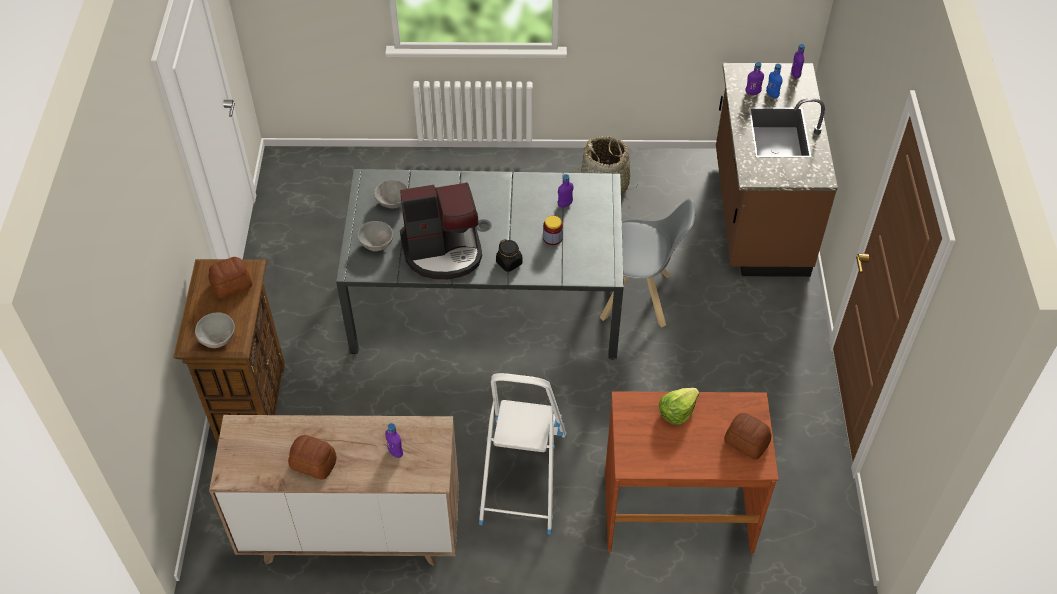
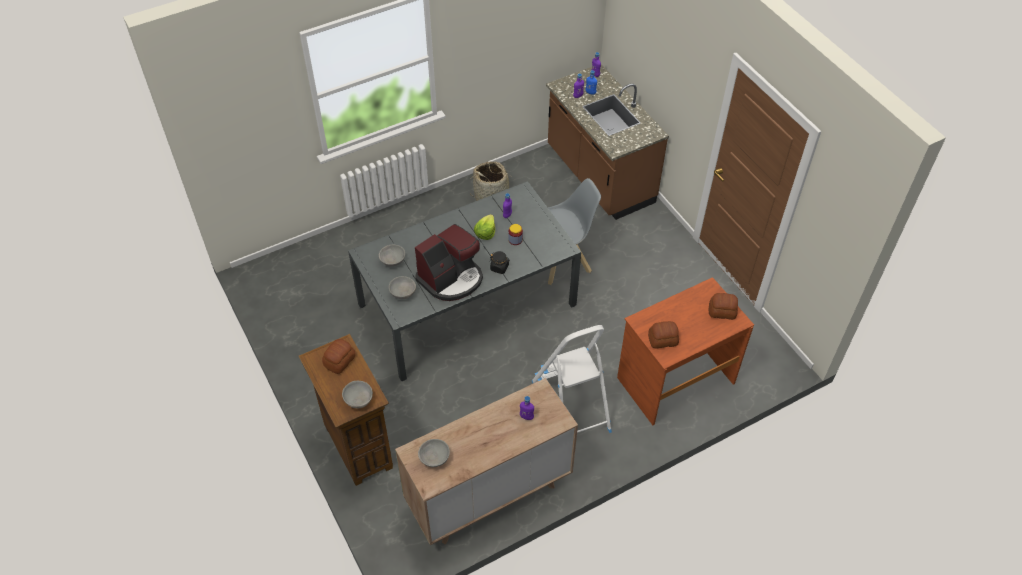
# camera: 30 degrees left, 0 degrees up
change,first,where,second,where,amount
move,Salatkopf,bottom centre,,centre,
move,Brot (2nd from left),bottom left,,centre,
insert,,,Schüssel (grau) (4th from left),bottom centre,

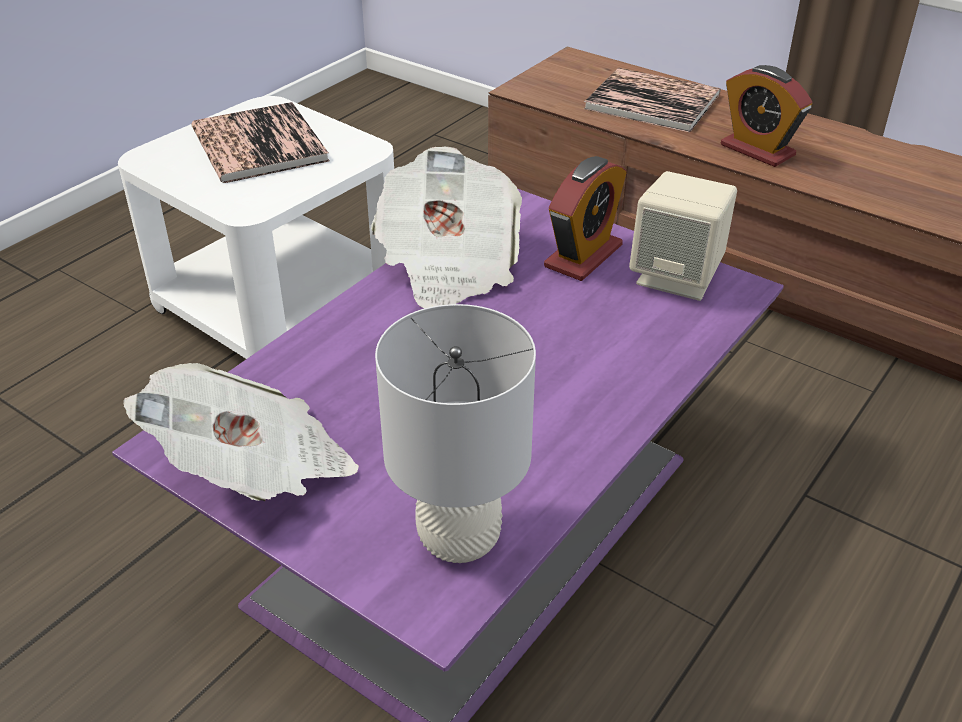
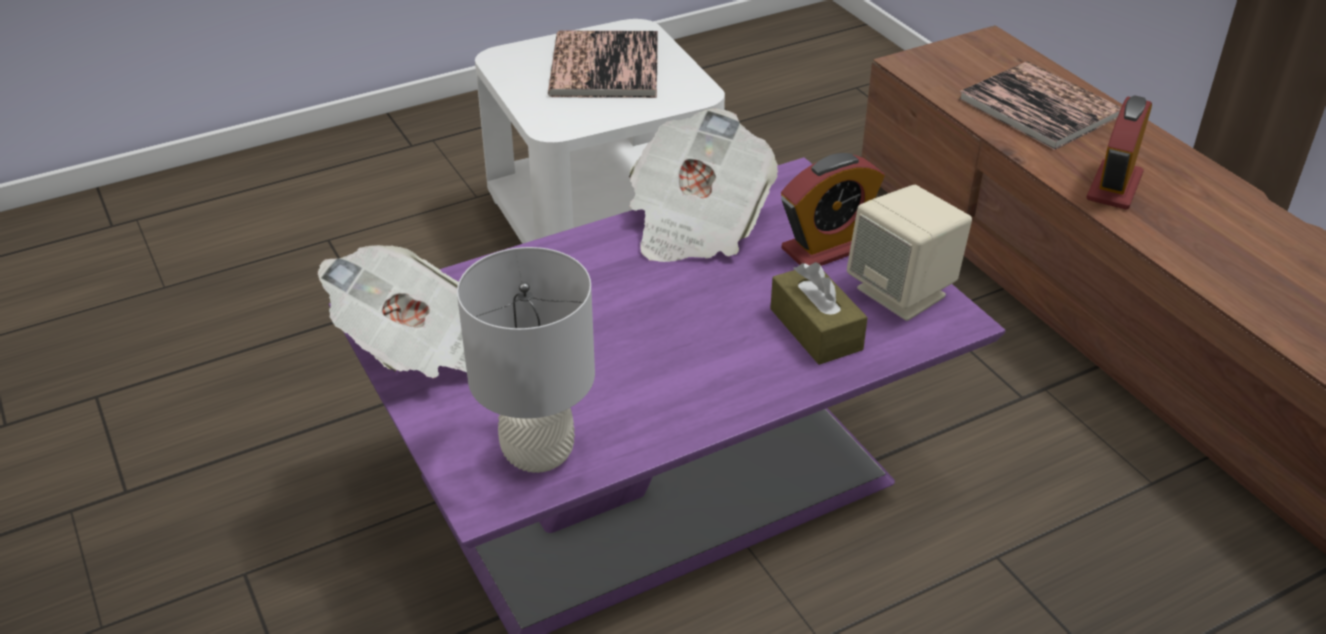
# camera: 25 degrees right, 0 degrees up
change,first,where,second,where,amount
rotate,Wecker (2nd from left),top right,,top right,45 degrees clockwise
insert,,,Taschentuchbox (braun),centre,

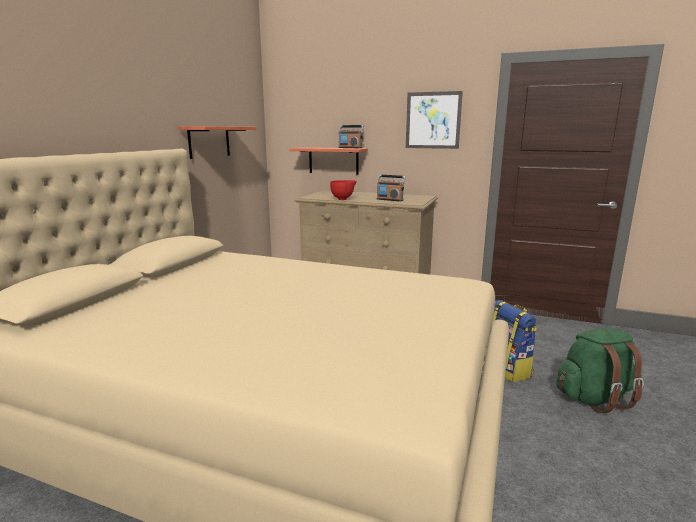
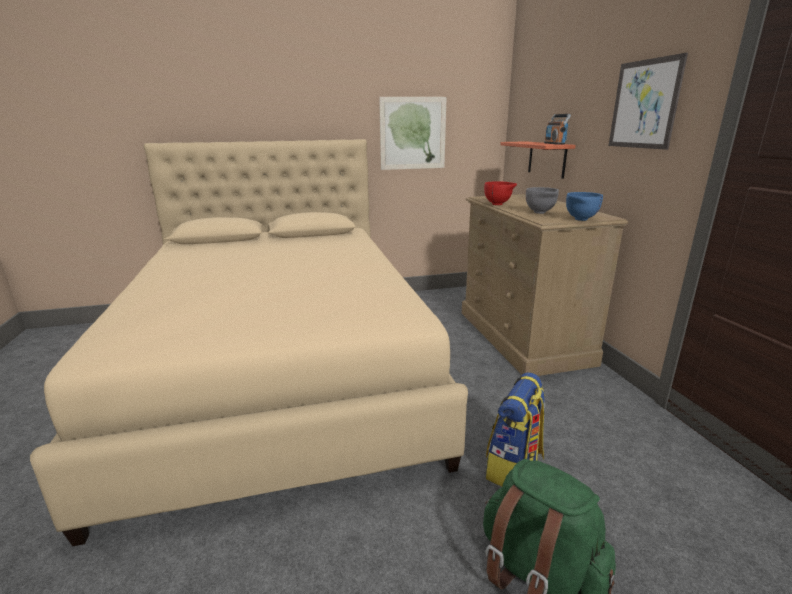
# camera: 55 degrees right, 5 degrees up
change,first,where,second,where,amount
replace,Wandregal (1st from left),top left,Bild (1st from left),top centre,
replace,Radio (2nd from left),centre,Schüssel (grau),middle right,
insert,,,Schüssel (blau),middle right,

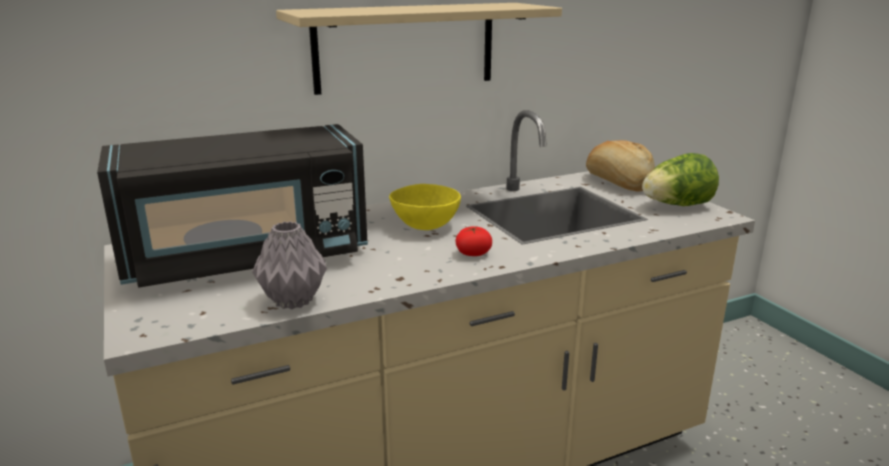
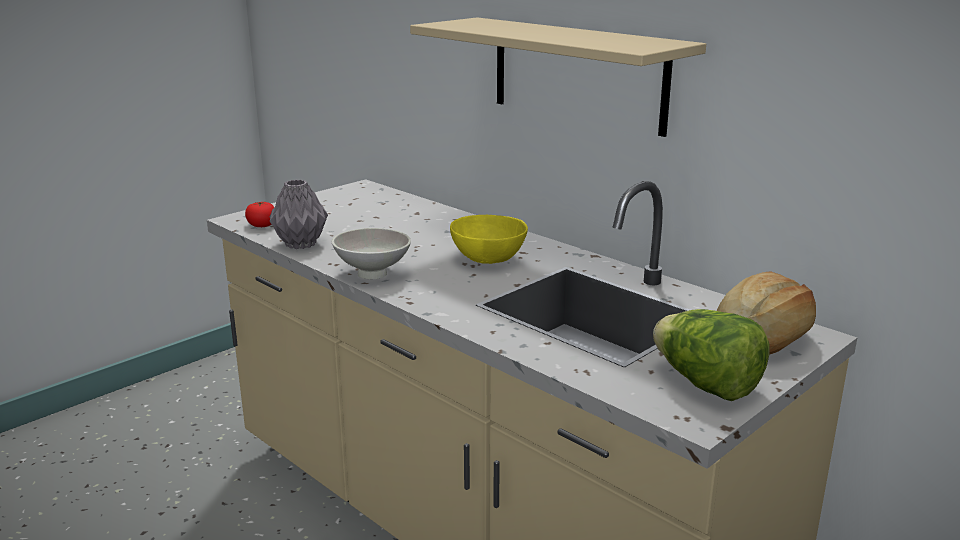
# camera: 70 degrees right, 0 degrees up
change,first,where,second,where,amount
delete,Mikrowelle (schwarz),middle left,,,
move,Tomate,centre,,middle left,
insert,,,Schüssel (weiß),centre,

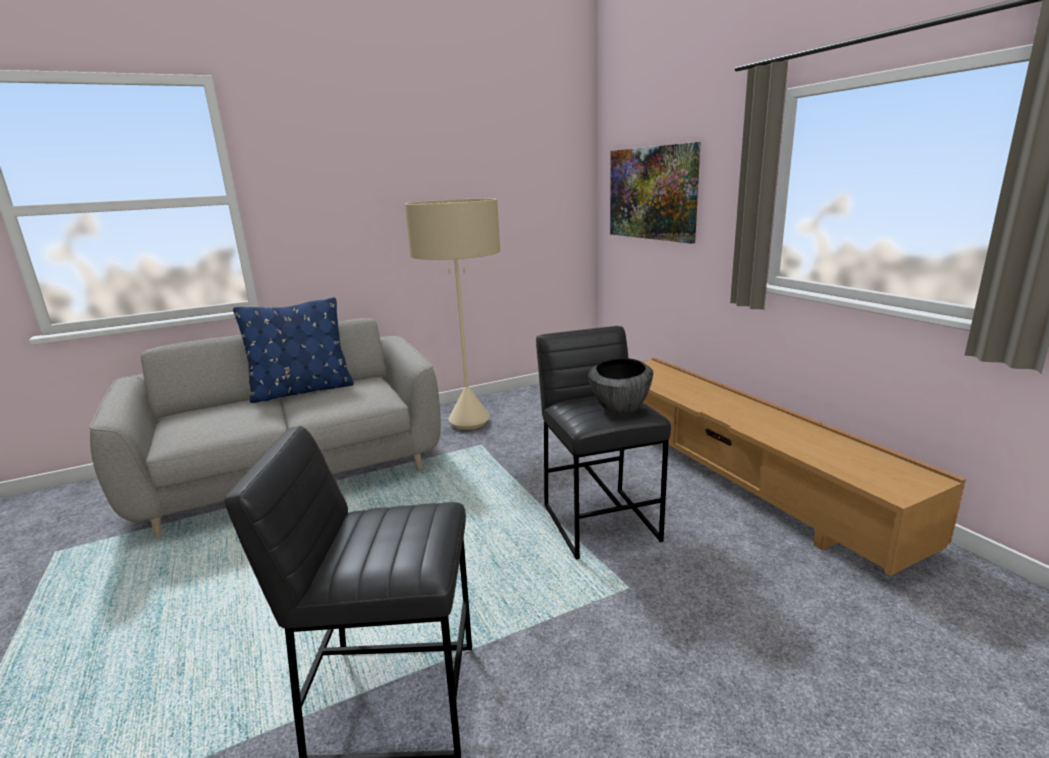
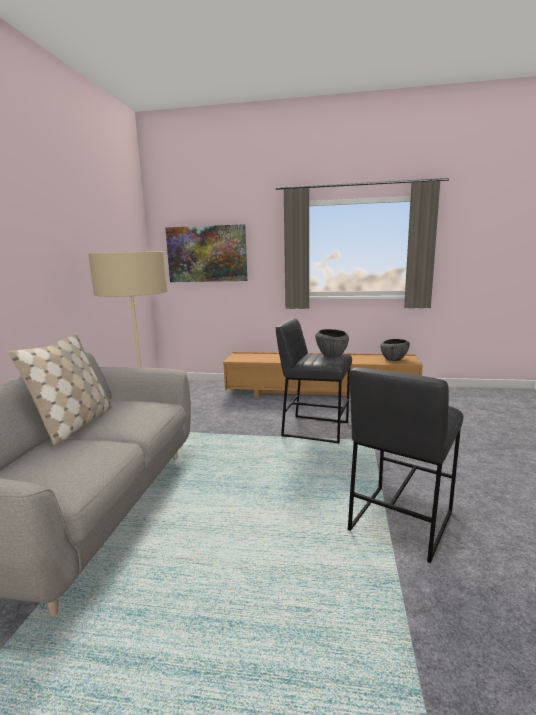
# camera: 55 degrees left, 5 degrees down
change,first,where,second,where,amount
recolor,Kissen (blau),middle left,Kissen (beige),middle left,
insert,,,Schüssel (2nd from left),middle right,

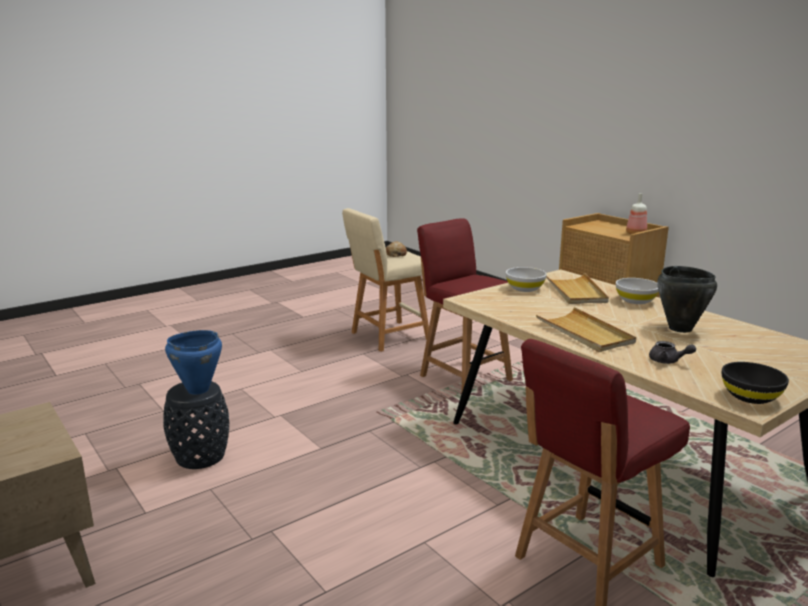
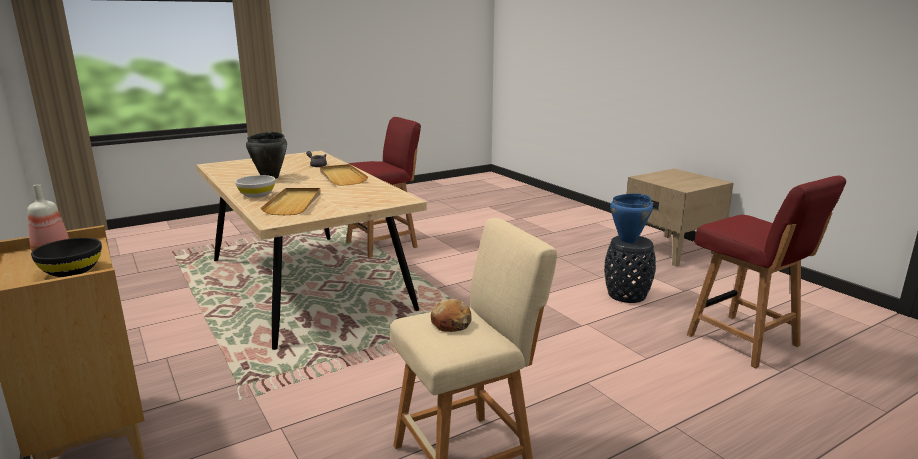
# camera: 175 degrees left, 0 degrees up
change,first,where,second,where,amount
move,Stuhl (rot) (1st from left in the first image),centre,Stuhl (rot) (2nd from left),middle right,
delete,Schüssel (weiß) (1st from left),centre,,,
move,Schüssel (schwarz),middle right,,middle left,

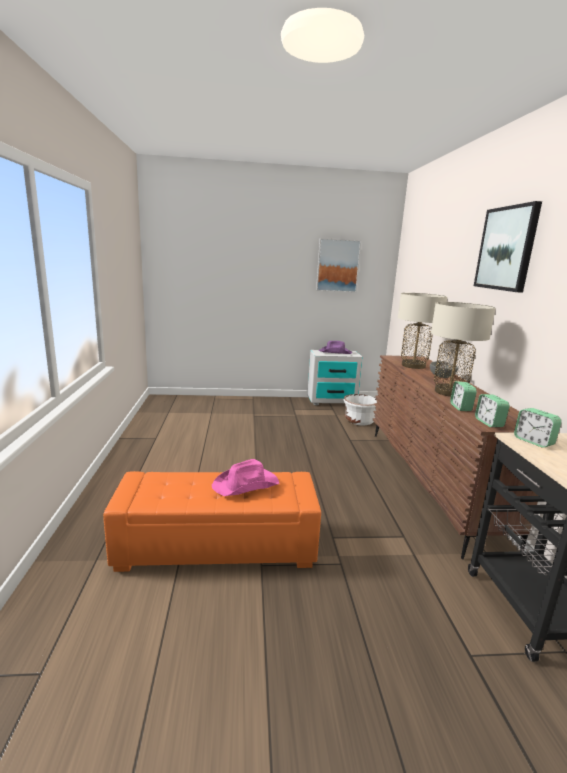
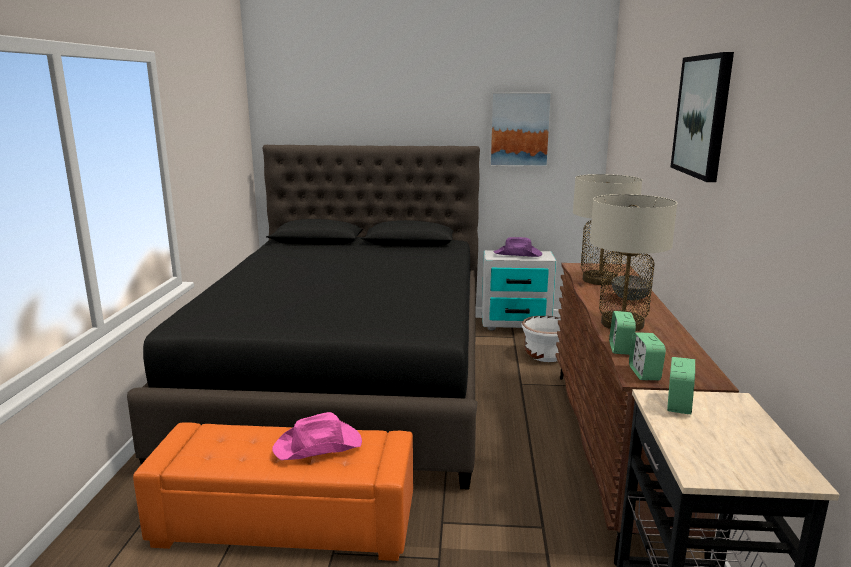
# camera: 10 degrees right, 0 degrees up
change,first,where,second,where,amount
rotate,Wecker (3rd from left),middle right,,bottom right,135 degrees counterclockwise
insert,,,Bett (schwarz),centre,

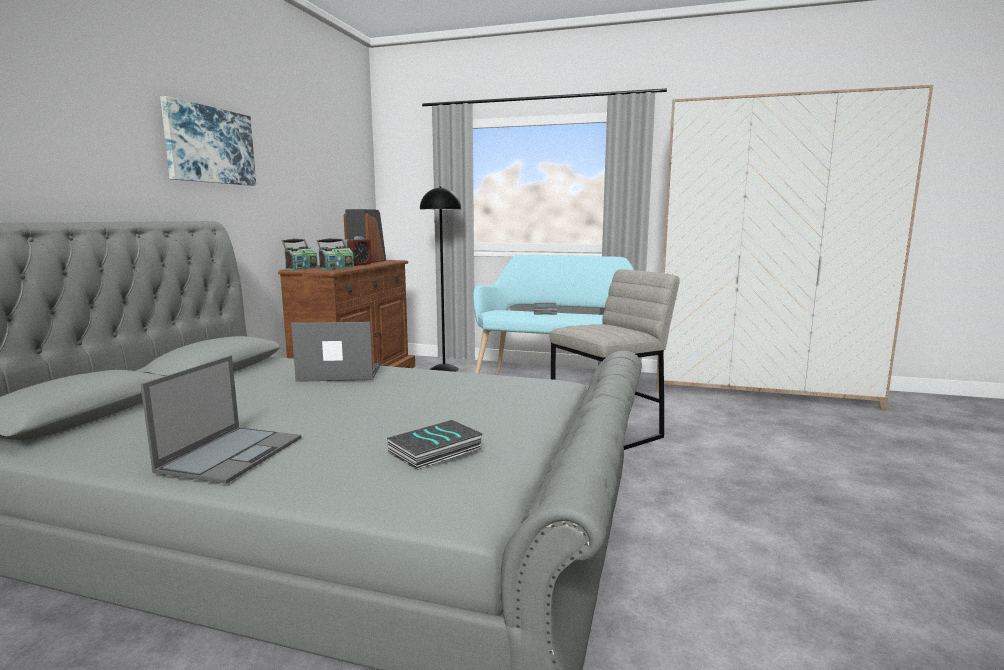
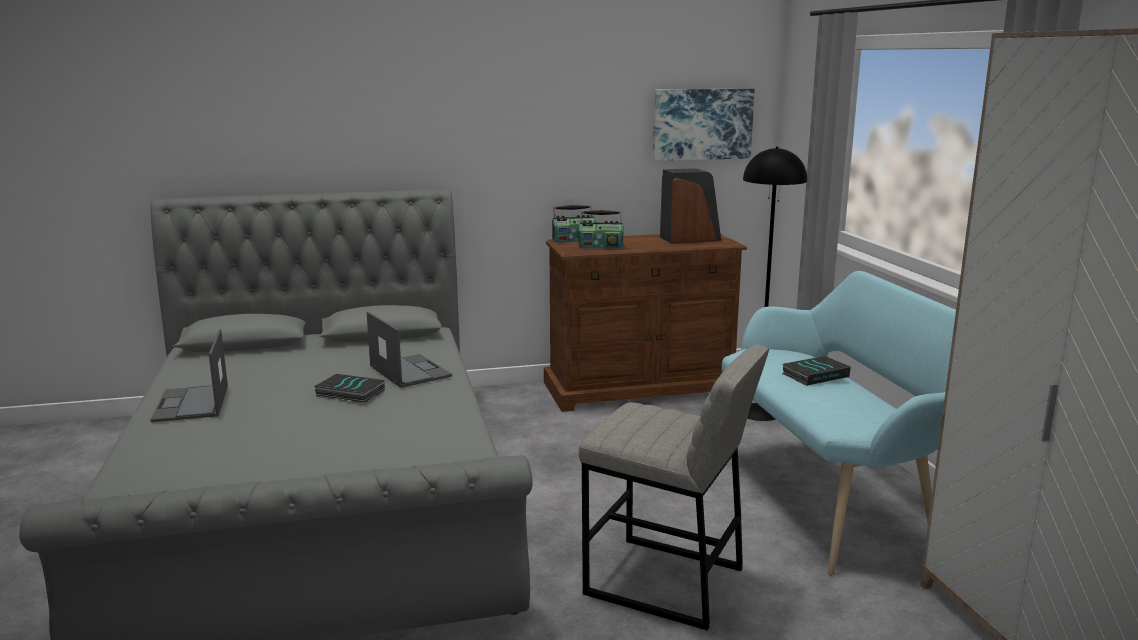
# camera: 60 degrees right, 5 degrees up
change,first,where,second,where,amount
move,Bild,top left,,top centre,
delete,Wecker,centre,,,
rotate,Laptop (1st from left),middle left,,middle left,90 degrees clockwise
move,Buch (1st from left),centre,,middle left,

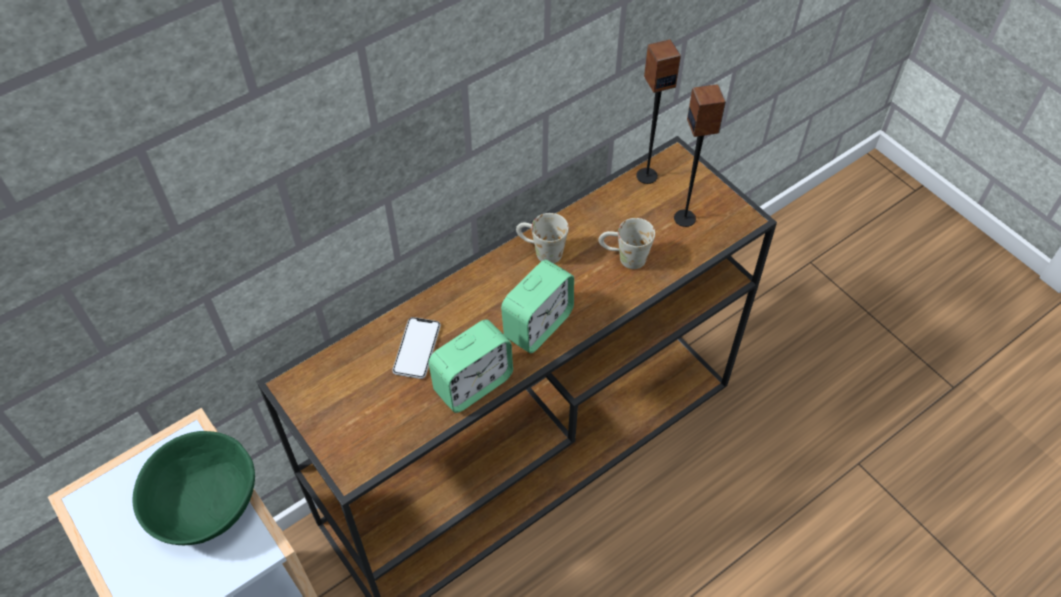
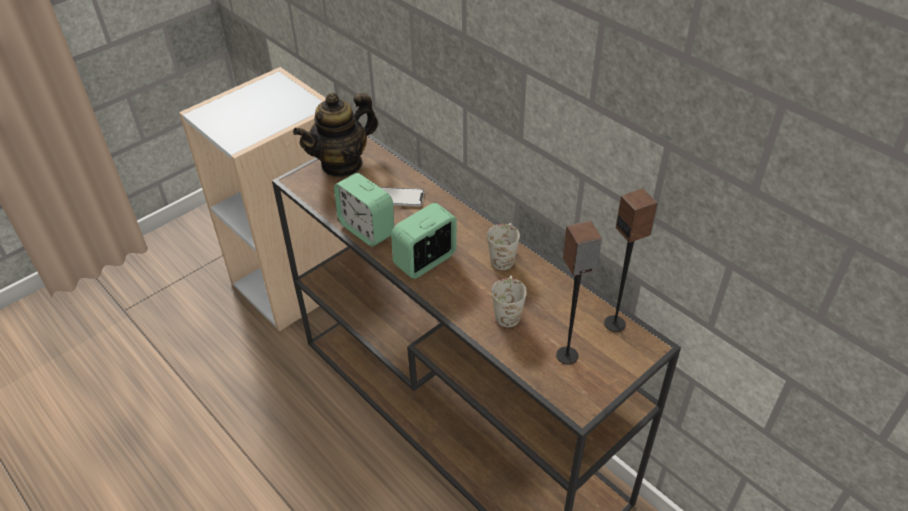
# camera: 85 degrees right, 10 degrees down
change,first,where,second,where,amount
rotate,Wecker (2nd from left),centre,,centre,105 degrees clockwise
delete,Schüssel (grün),bottom left,,,
insert,,,Teekanne,top centre,

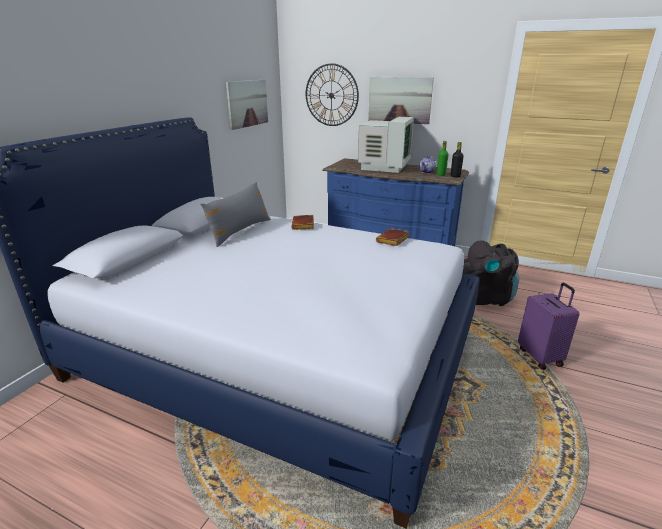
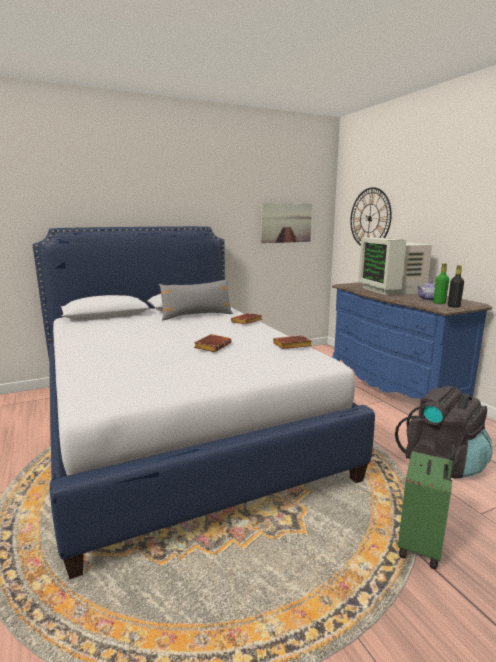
# camera: 40 degrees right, 10 degrees down
change,first,where,second,where,amount
delete,Bild (2nd from left),top centre,,,
rotate,Monitor,top centre,,middle right,105 degrees clockwise
recolor,Koffer (lila),middle right,Koffer (grün),bottom right,
insert,,,Buch (braun) (1st from left),centre,

